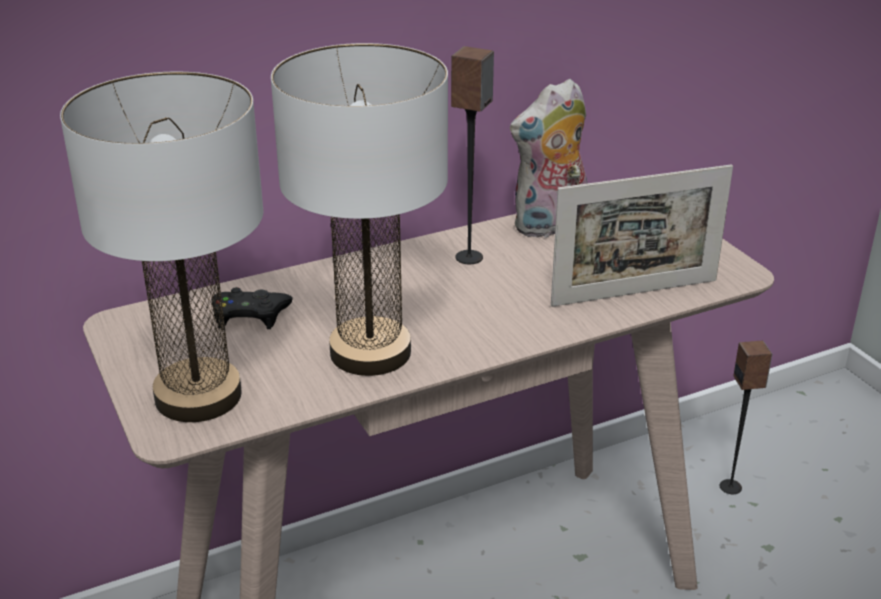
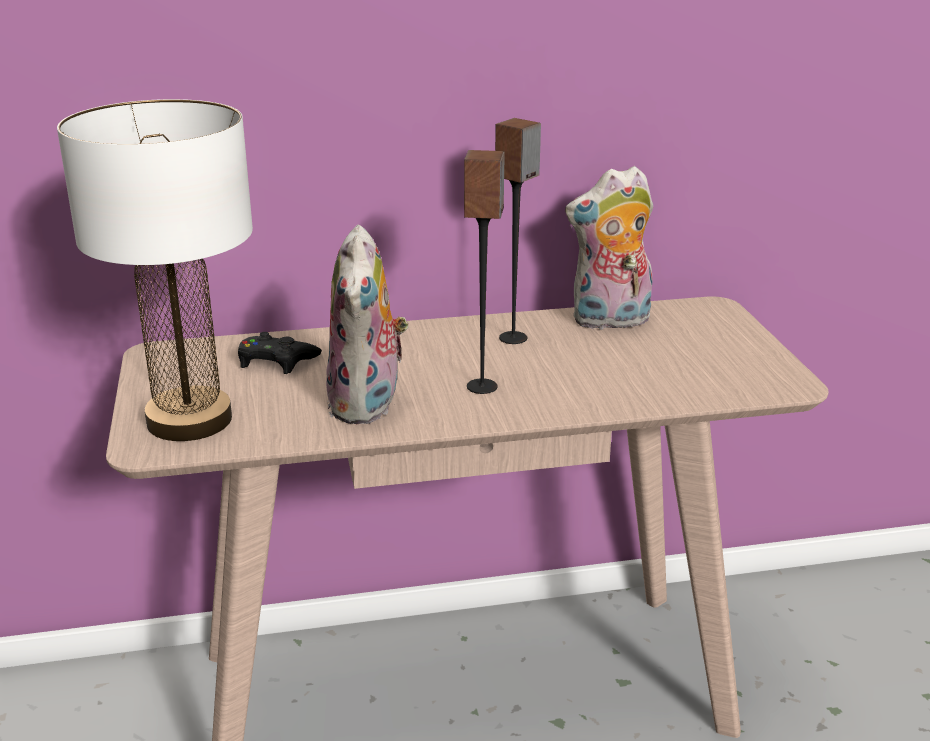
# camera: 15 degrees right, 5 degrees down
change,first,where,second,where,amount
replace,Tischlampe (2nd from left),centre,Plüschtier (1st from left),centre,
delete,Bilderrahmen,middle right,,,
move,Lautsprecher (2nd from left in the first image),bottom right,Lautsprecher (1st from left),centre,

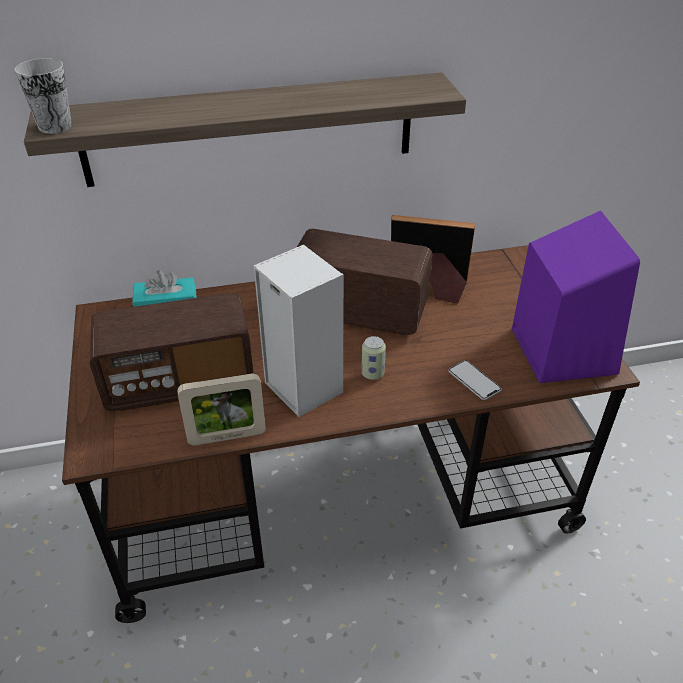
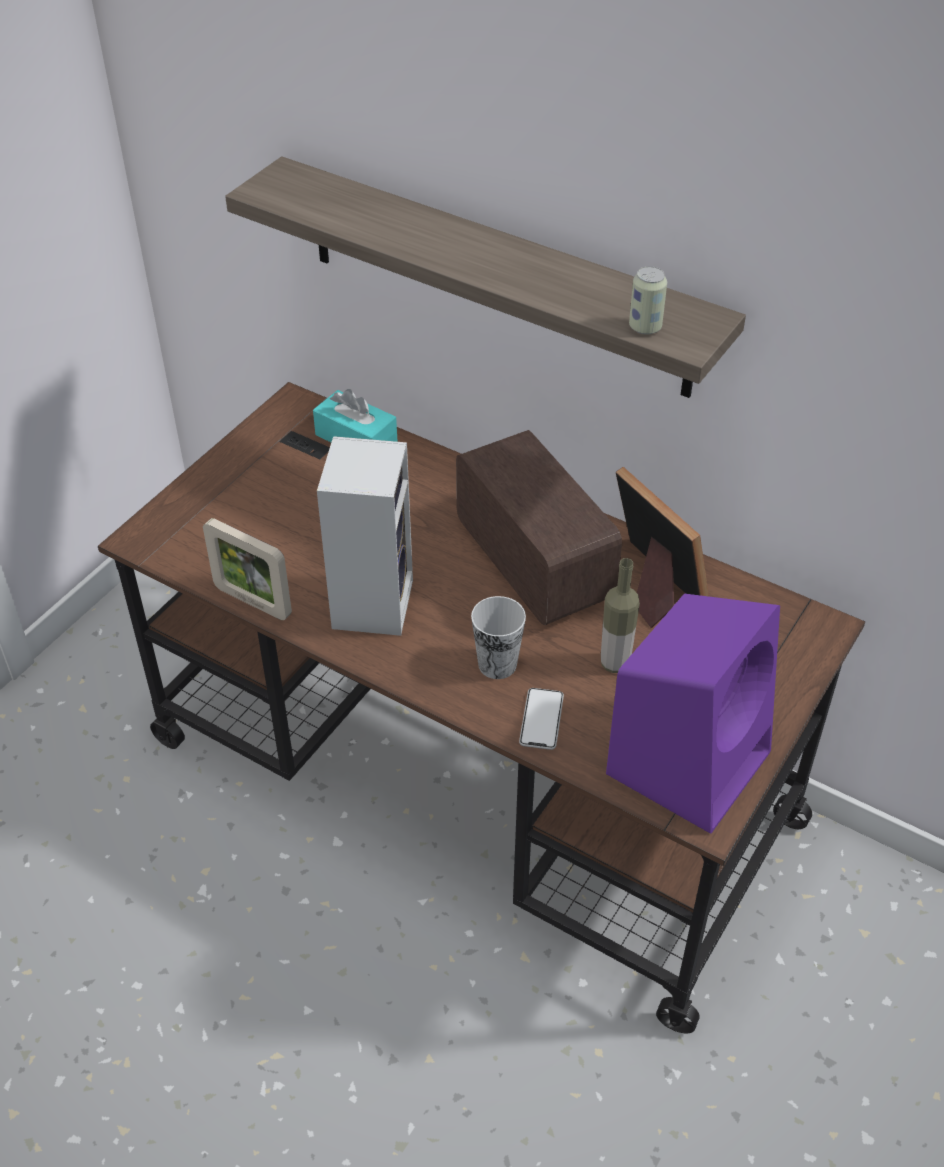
# camera: 45 degrees right, 5 degrees up
change,first,where,second,where,amount
move,Tasse,top left,,centre,
delete,Radio (1st from left),middle left,,,
move,Dose,centre,,top right,
insert,,,Flasche,centre,

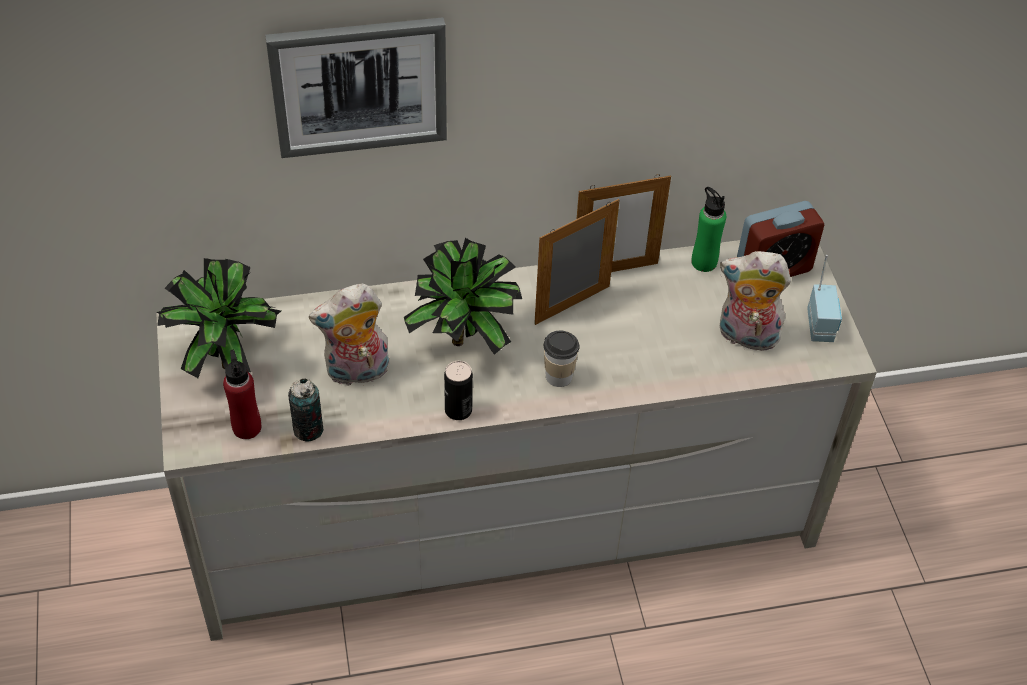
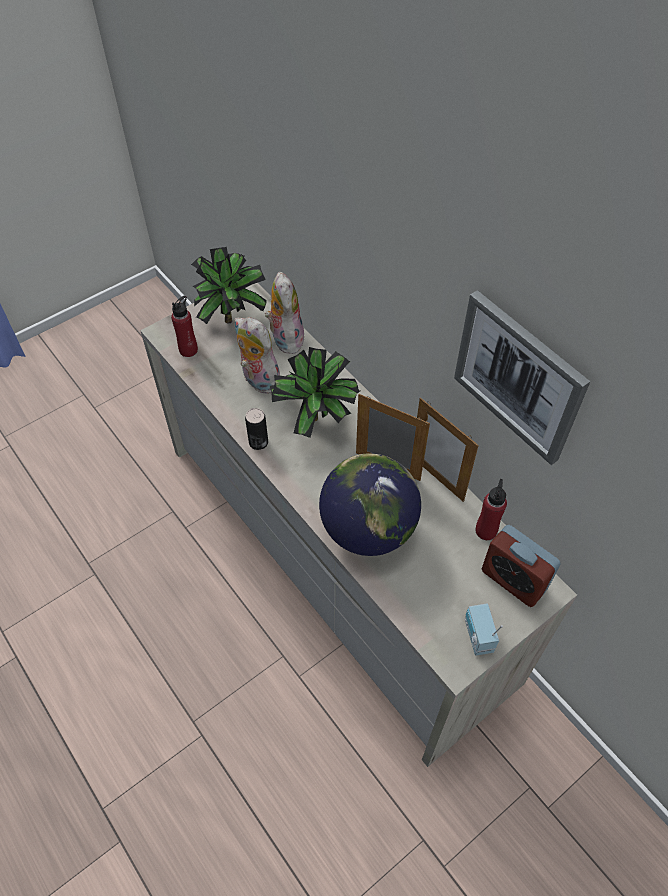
# camera: 65 degrees right, 5 degrees up
change,first,where,second,where,amount
move,Bild,top centre,,middle right,
recolor,Flasche (grün),middle right,Flasche (rot) (2nd from left),middle right,
move,Plüschtier (2nd from left),middle right,,centre,
rotate,Radio,middle right,,bottom right,105 degrees clockwise
delete,Tasse,centre,,,
delete,Dose (1st from left),middle left,,,
insert,,,Globus,centre,

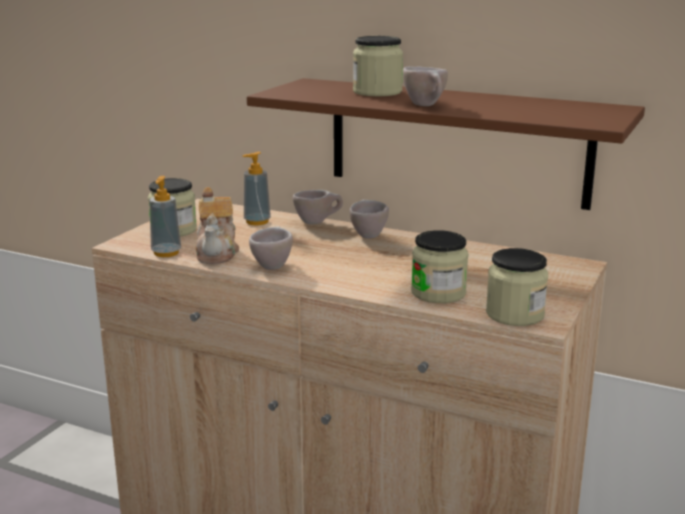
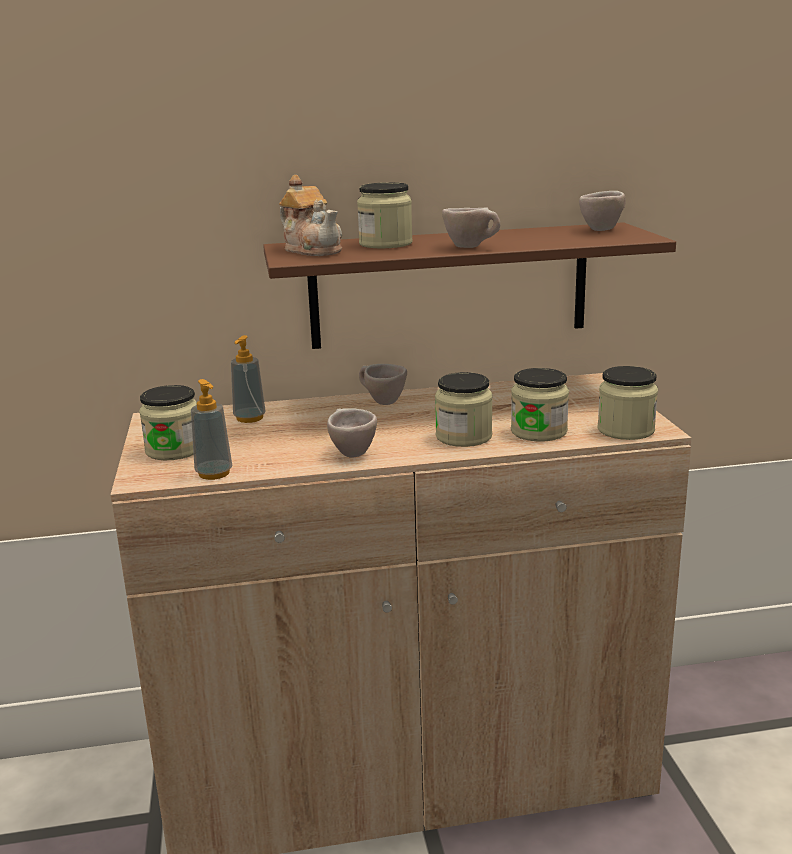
# camera: 35 degrees left, 0 degrees up
change,first,where,second,where,amount
move,Teekanne,middle left,,top centre,
move,Tasse (beige) (2nd from left in the first image),centre,Tasse (beige) (4th from left),top right,
insert,,,Vorratsglas (3rd from left),centre,

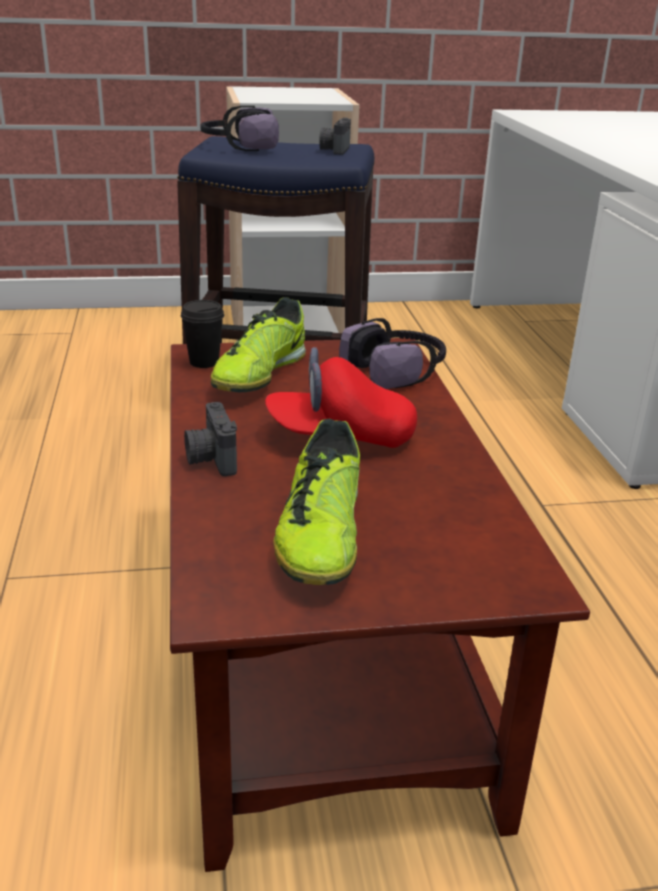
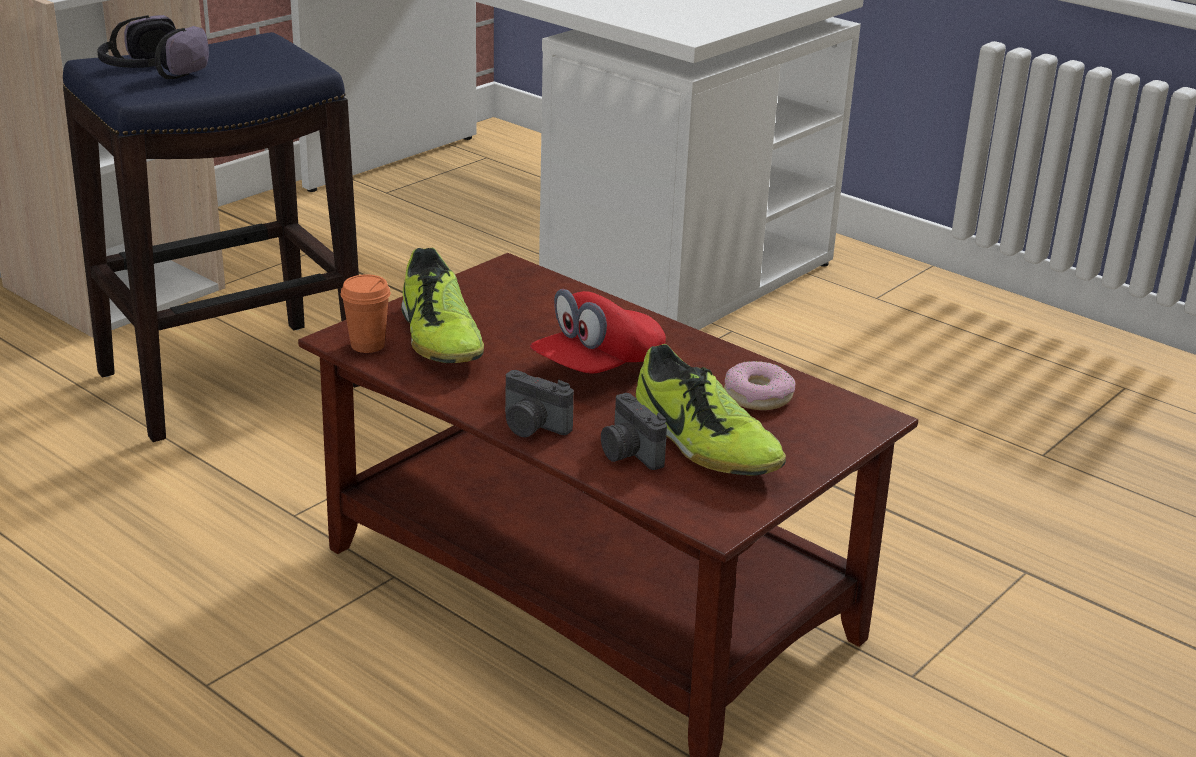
# camera: 40 degrees left, 0 degrees up
change,first,where,second,where,amount
move,Kamera (2nd from left),top centre,,centre,
recolor,Tasse (schwarz),middle left,Tasse (orange),middle left,
delete,Kopfhörer (2nd from left),centre,,,
insert,,,Donut,centre,

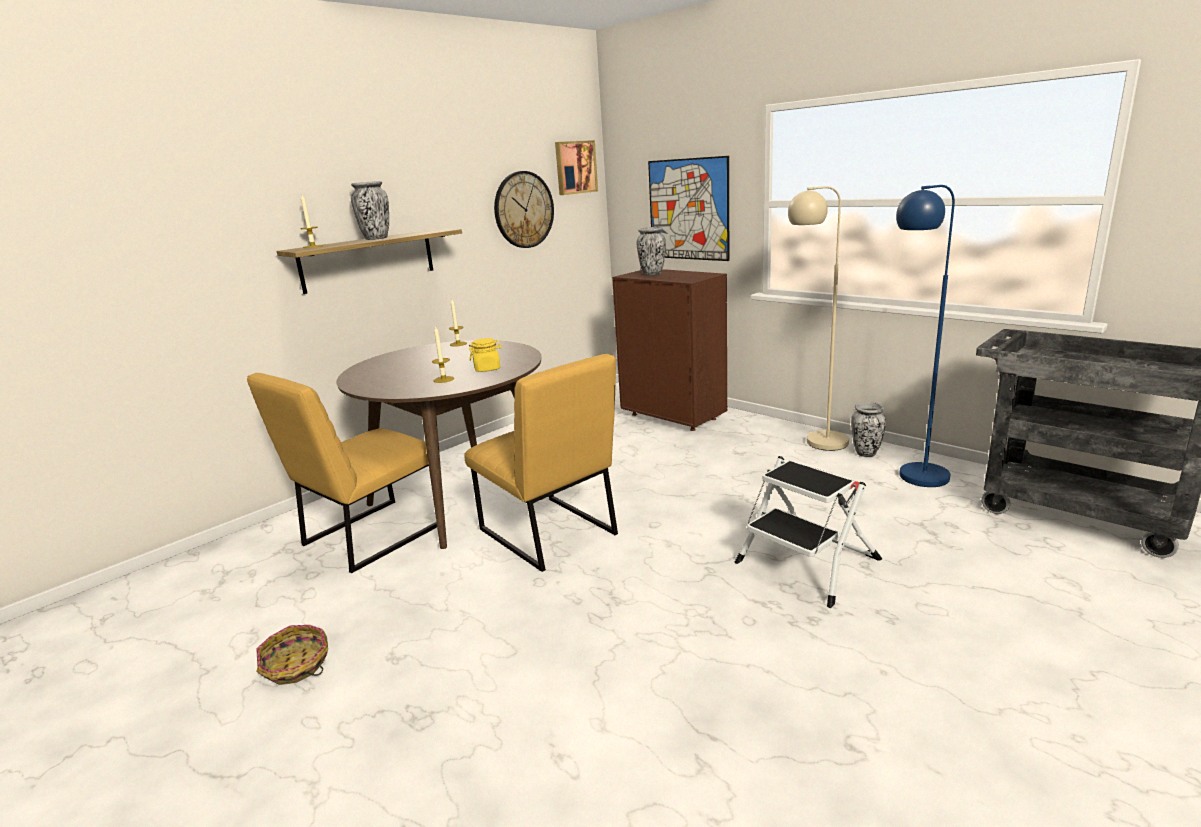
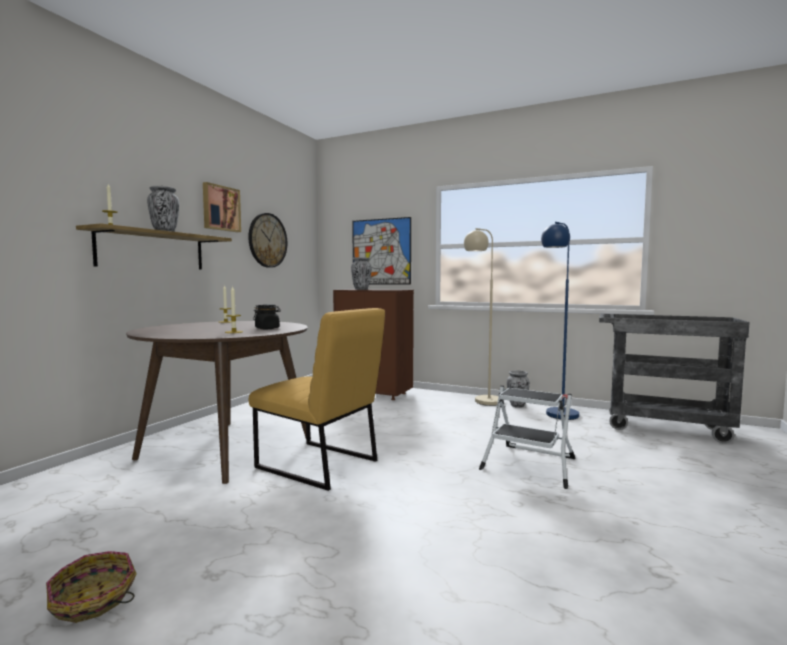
# camera: 20 degrees left, 15 degrees down
change,first,where,second,where,amount
move,Bild (1st from left),top centre,,top left,
recolor,Vorratsglas (gelb),centre,Vorratsglas (schwarz),centre,
delete,Stuhl (gelb) (1st from left),middle left,,,

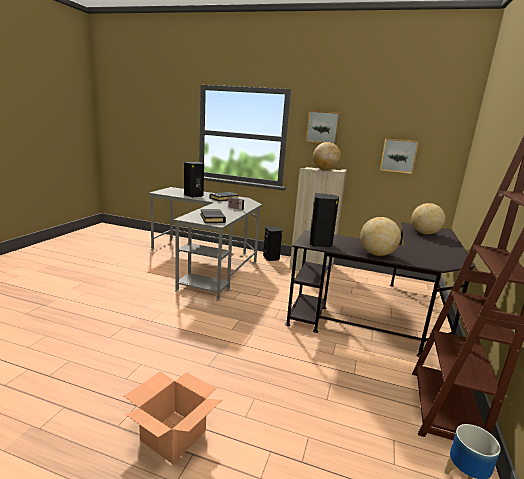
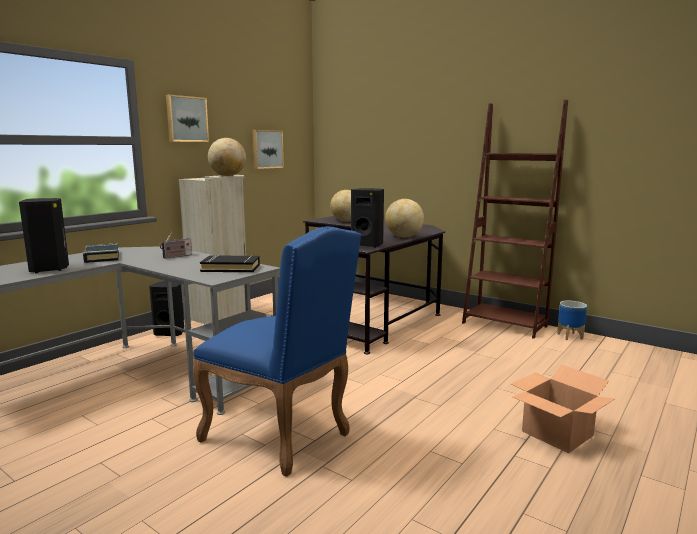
# camera: 70 degrees left, 5 degrees down
change,first,where,second,where,amount
insert,,,Stuhl (blau),centre,

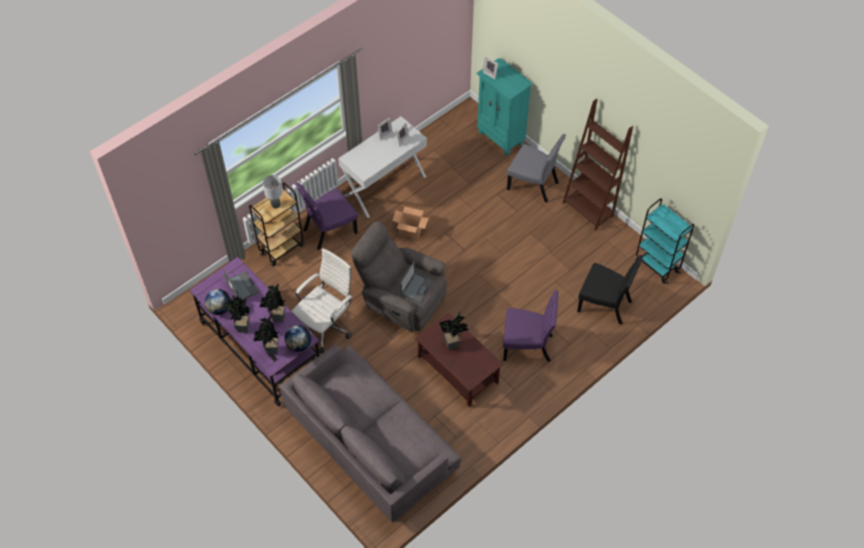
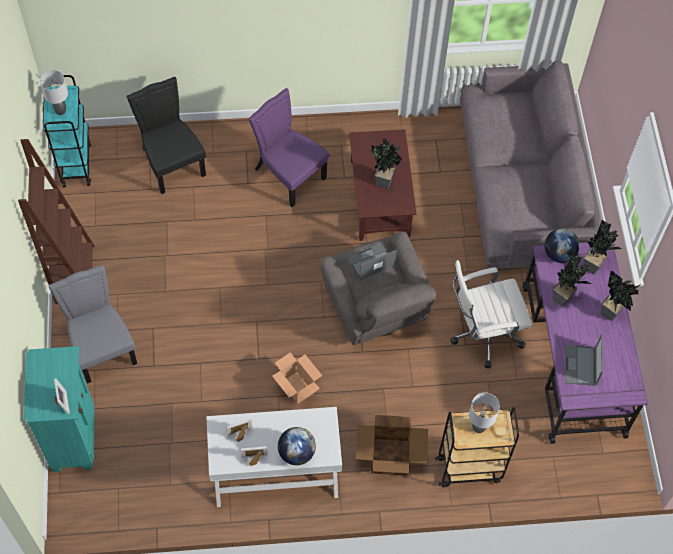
# camera: 145 degrees left, 5 degrees up
change,first,where,second,where,amount
replace,Stuhl (lila) (1st from left),centre,Karton (2nd from left),bottom centre,
move,Globus (1st from left),middle left,,bottom centre,
insert,,,Tischlampe (grau) (1st from left),top left,

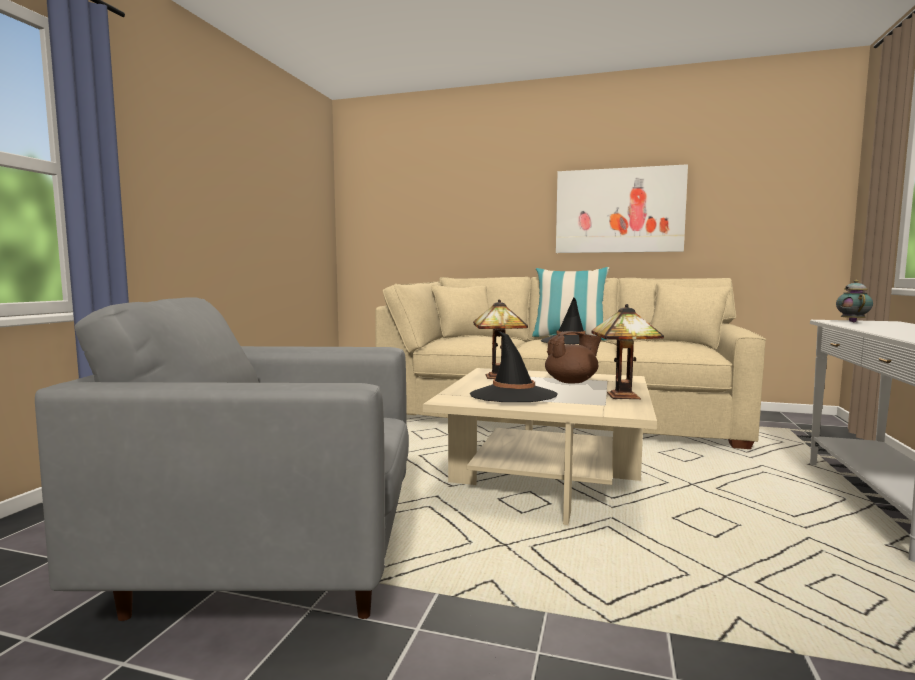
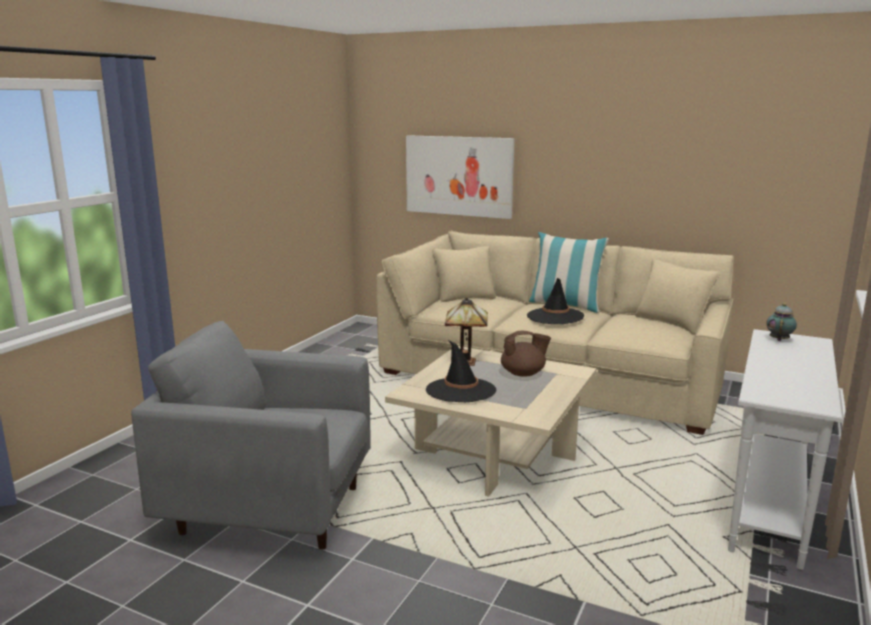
# camera: 10 degrees right, 10 degrees up
change,first,where,second,where,amount
move,Bild,top right,,top centre,
delete,Tischlampe (2nd from left),middle right,,,

